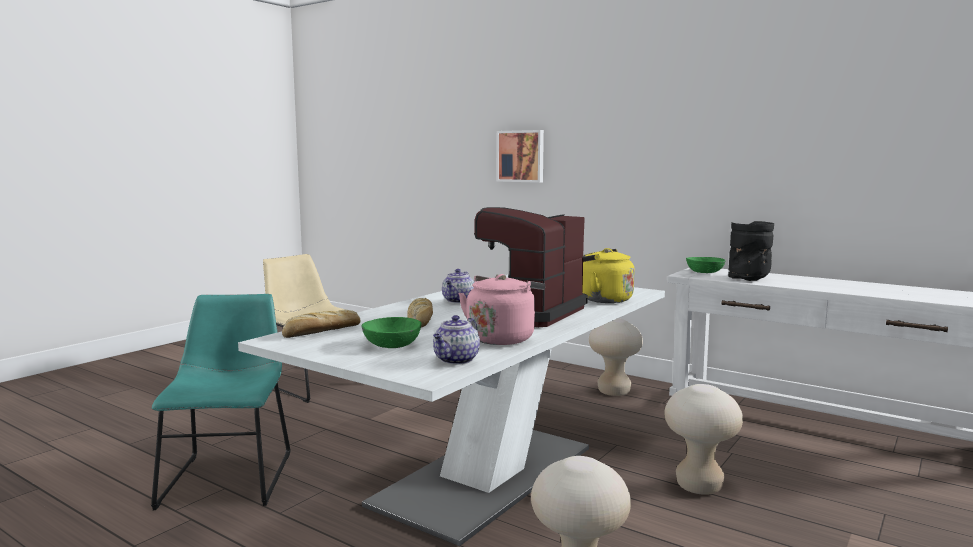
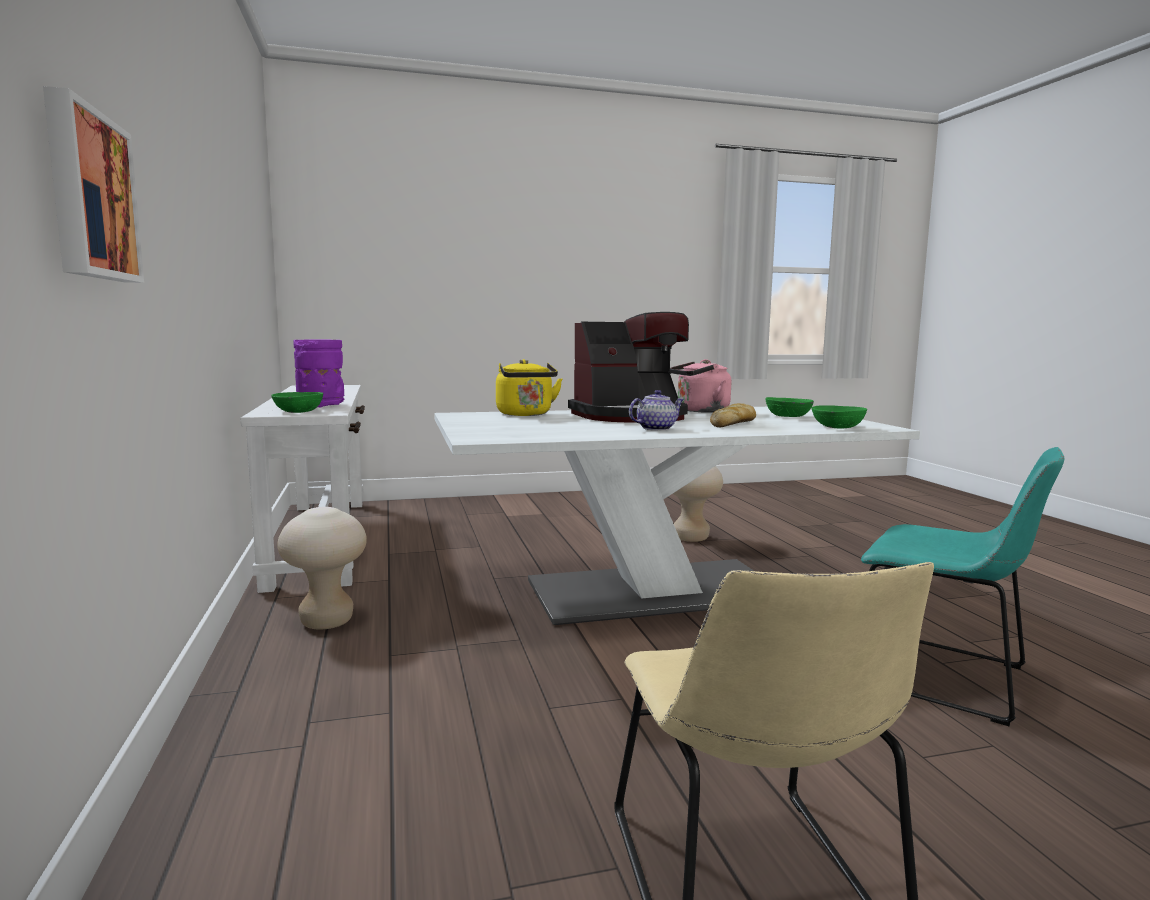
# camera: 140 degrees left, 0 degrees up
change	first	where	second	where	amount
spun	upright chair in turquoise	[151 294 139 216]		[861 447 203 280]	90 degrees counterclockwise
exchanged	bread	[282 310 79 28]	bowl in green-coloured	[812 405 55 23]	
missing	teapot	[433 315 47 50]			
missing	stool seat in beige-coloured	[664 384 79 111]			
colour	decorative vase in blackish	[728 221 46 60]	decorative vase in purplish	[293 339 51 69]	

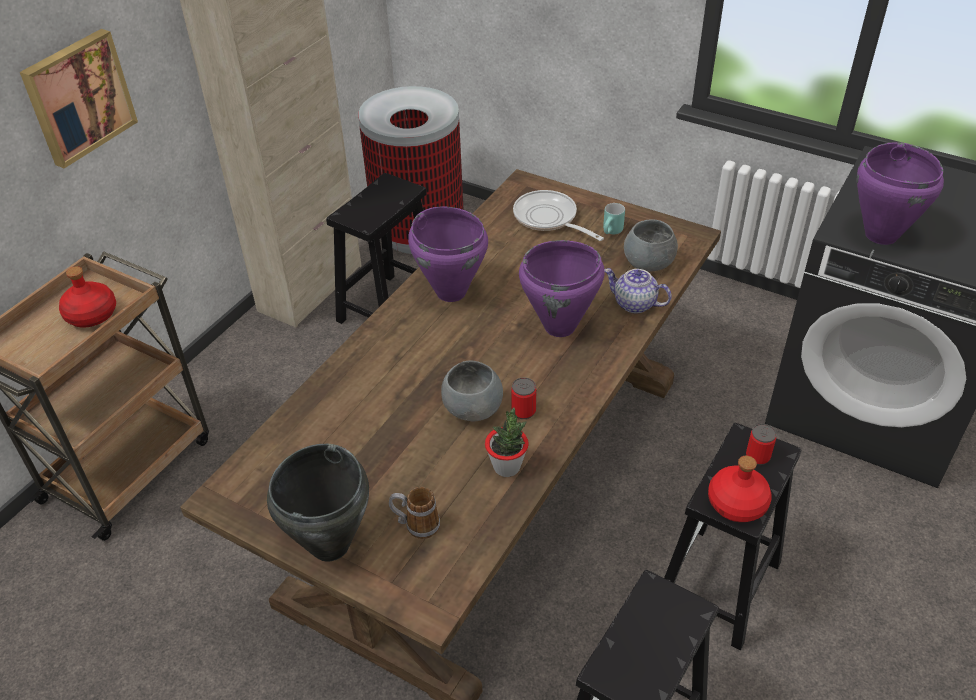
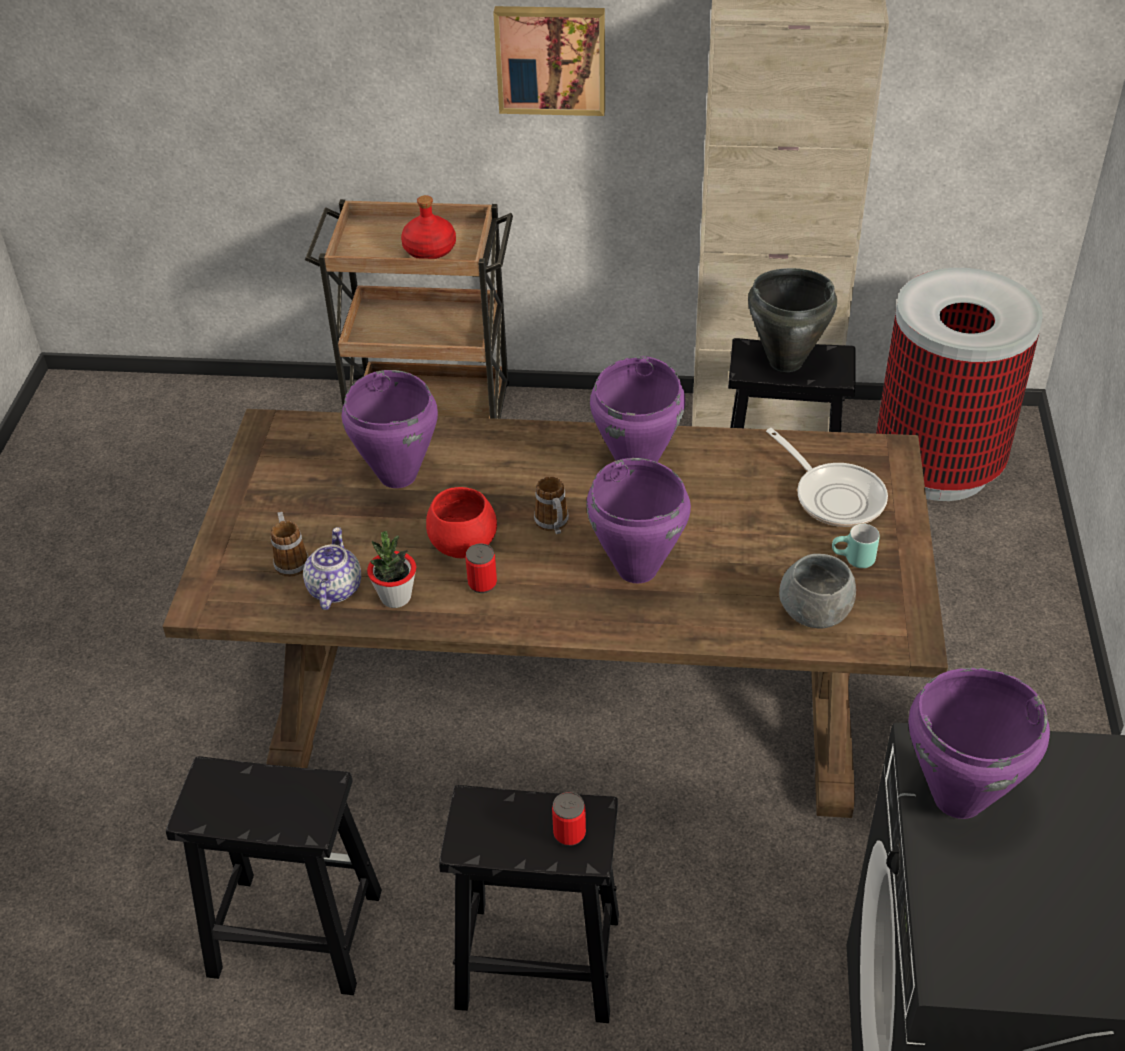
# camera: 65 degrees right, 0 degrees up
change	first	where	second	where	amount
relocated	stockpot in blackish	[267 444 102 117]		[748 268 89 104]	
colour	bowl in grey	[441 361 62 61]	bowl in red	[426 487 71 71]	
spun	pan	[513 190 91 51]		[766 428 122 99]	120 degrees clockwise
relocated	teapot	[604 268 68 45]		[303 527 58 83]	
missing	drink bottle in red	[708 456 64 66]			
appeared			stockpot in purplish	[342 370 96 118]	
appeared			coffee mug	[534 476 35 58]	

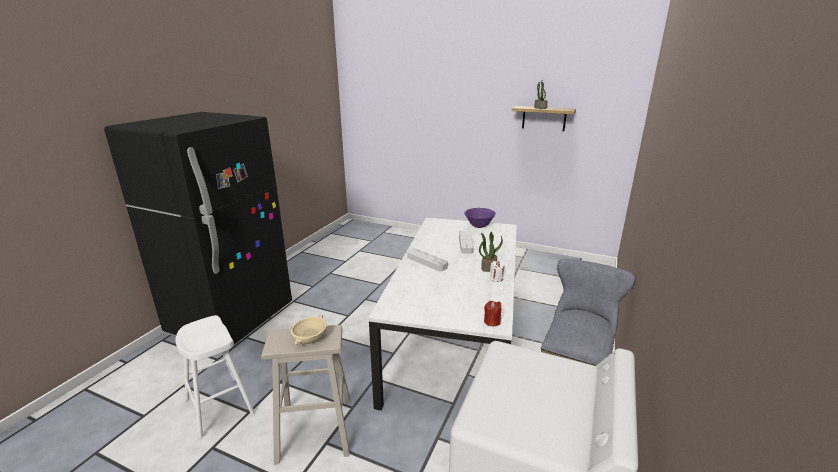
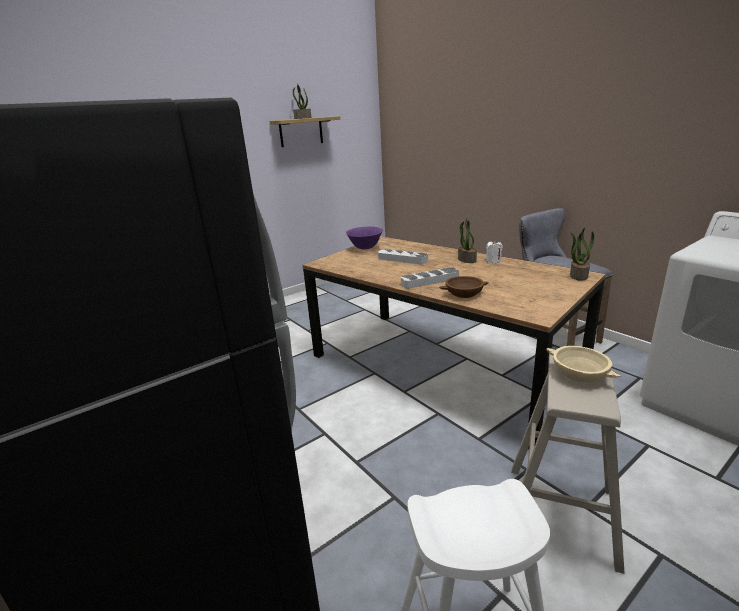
# camera: 60 degrees left, 0 degrees up
change	first	where	second	where	amount
colour	kitchen table in white	[368 217 149 194]	kitchen table in brownish	[302 236 304 213]	
exchanged	candle in red	[484 301 17 25]	potted plant	[570 228 24 53]	
appeared			bowl in brownish	[439 276 50 22]	

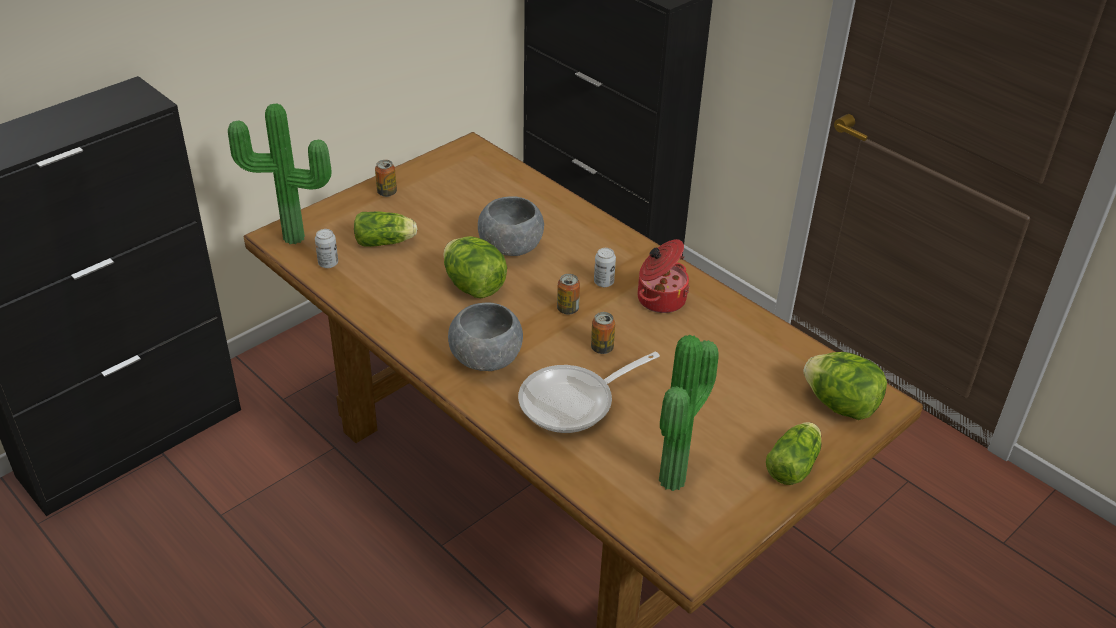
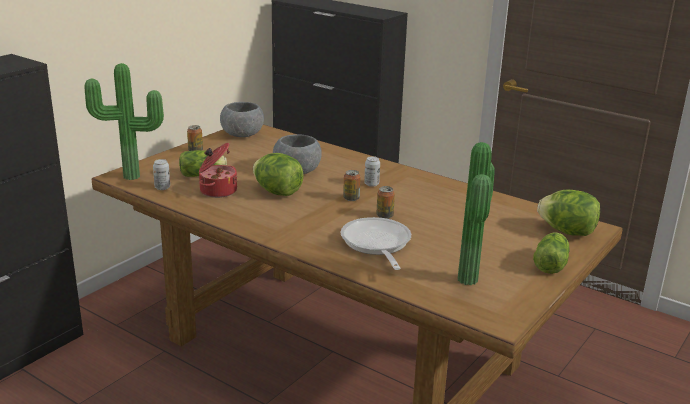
# camera: 10 degrees left, 15 degrees down
change	first	where	second	where	amount
relocated	bowl in grey	[448 303 75 68]		[220 102 44 35]	
spun	pan	[518 352 142 81]		[341 217 70 53]	120 degrees clockwise
relocated	stockpot	[638 239 52 74]		[199 143 38 55]	

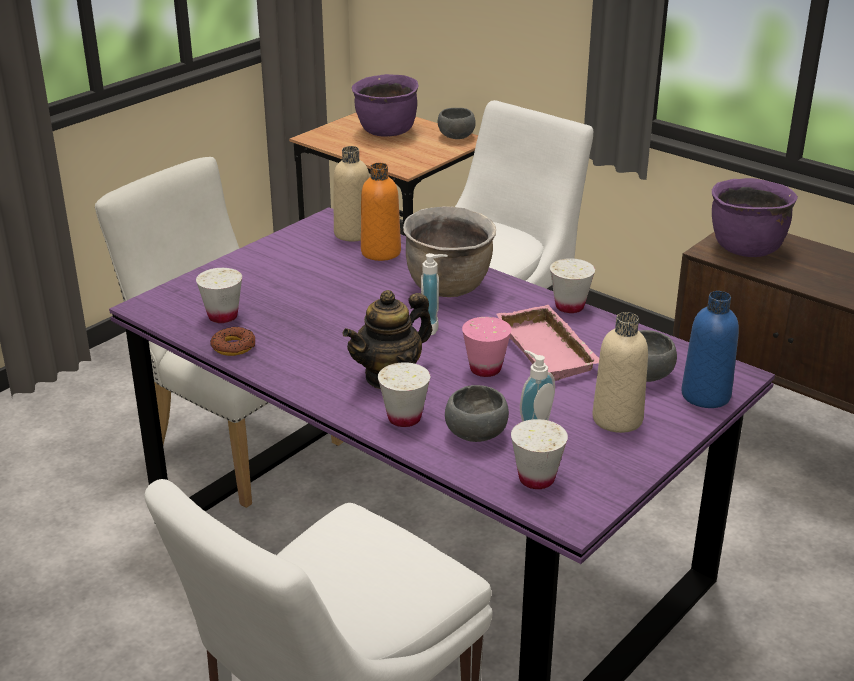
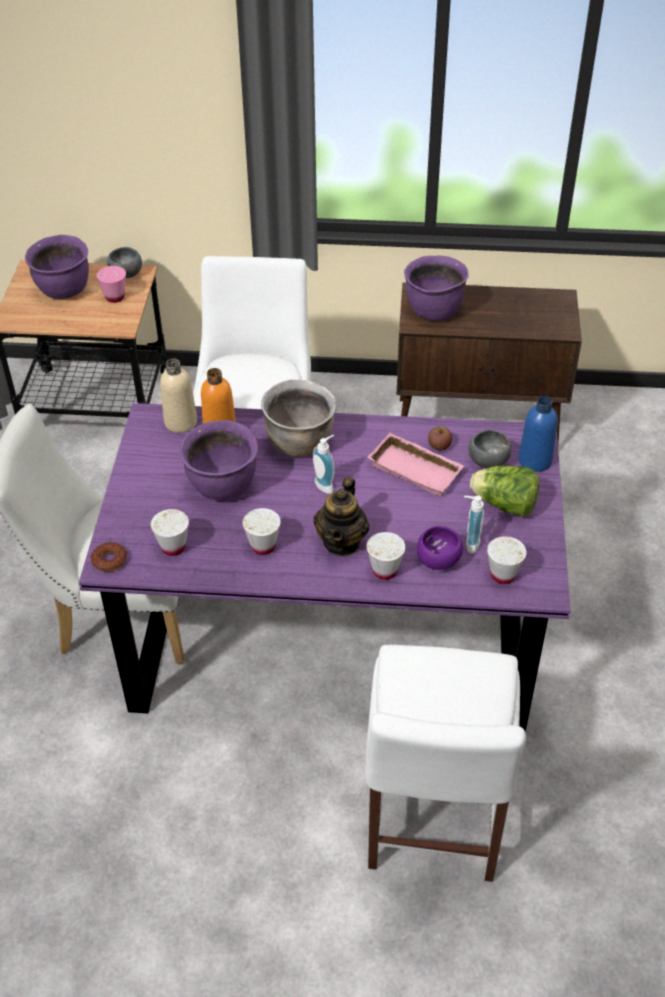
# camera: 35 degrees left, 15 degrees up
change	first	where	second	where	amount
relocated	donut	[210 327 45 29]		[91 542 36 29]	
colour	bowl in grey	[445 385 64 57]	bowl in purplish	[417 526 46 44]	
relocated	drinking cup in pink-coloured	[462 317 50 60]		[96 266 30 37]	
relocated	drinking cup in white	[550 258 45 55]		[242 508 39 47]	
exchanged	drink bottle in beige-coloured	[592 312 56 121]	head of lettuce	[470 465 69 52]	
appeared			stockpot in purplish	[180 420 78 81]	
appeared			apple	[428 426 24 24]	

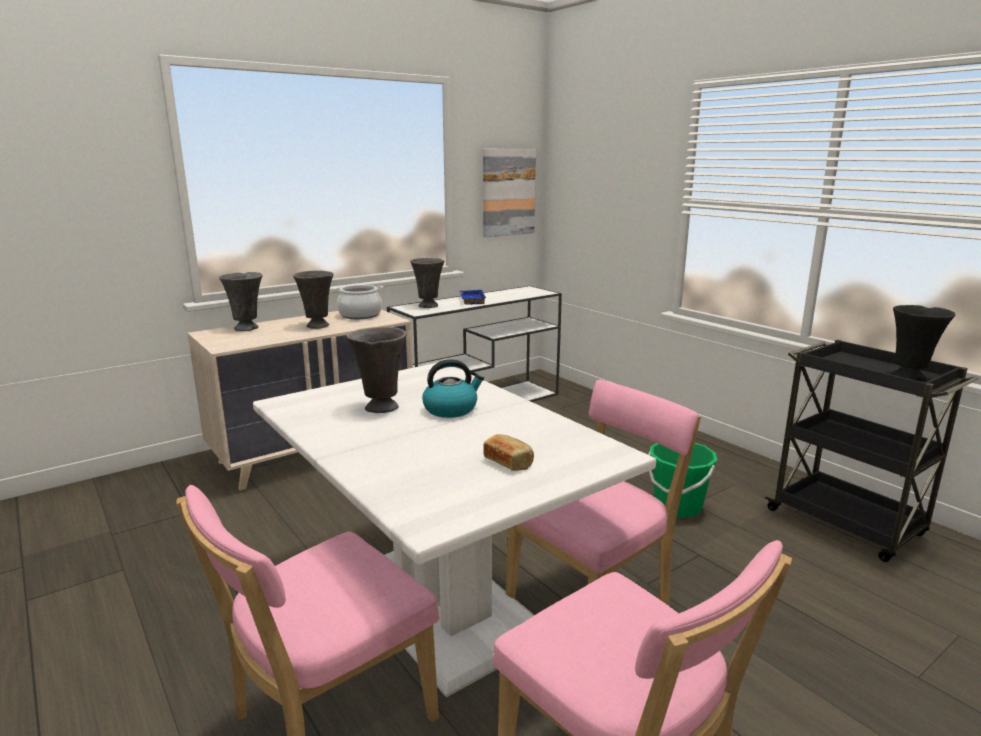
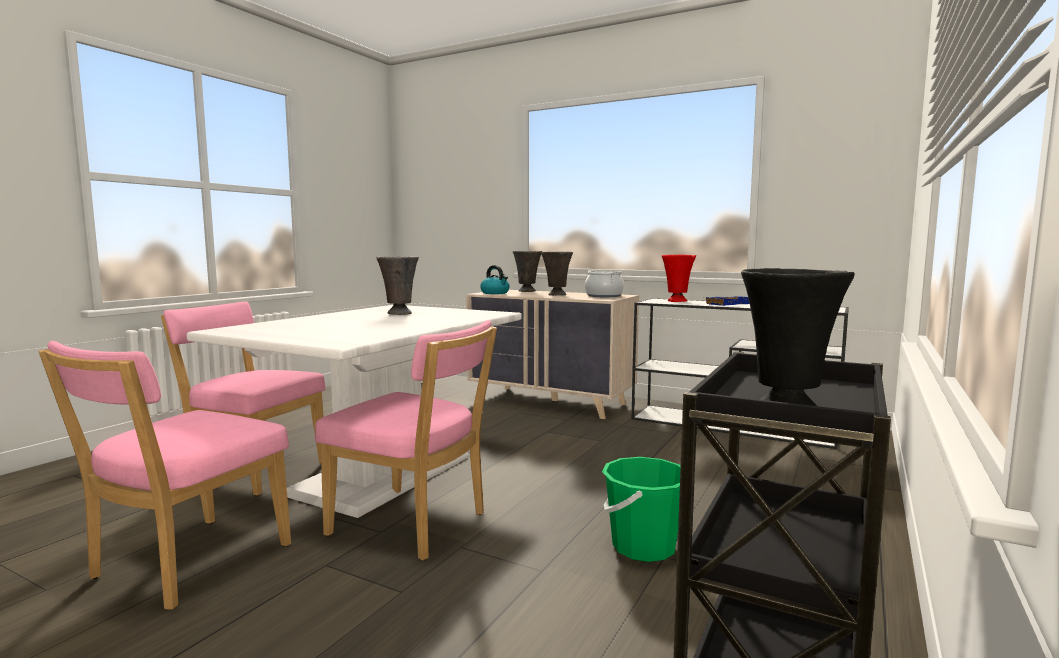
# camera: 65 degrees right, 10 degrees down
change	first	where	second	where	amount
colour	decorative vase in grey	[410 258 34 50]	decorative vase in red	[662 255 34 47]	
relocated	water kettle	[422 359 62 59]		[480 265 29 29]	
missing	picture	[483 149 53 88]			
missing	bread	[483 434 51 37]			

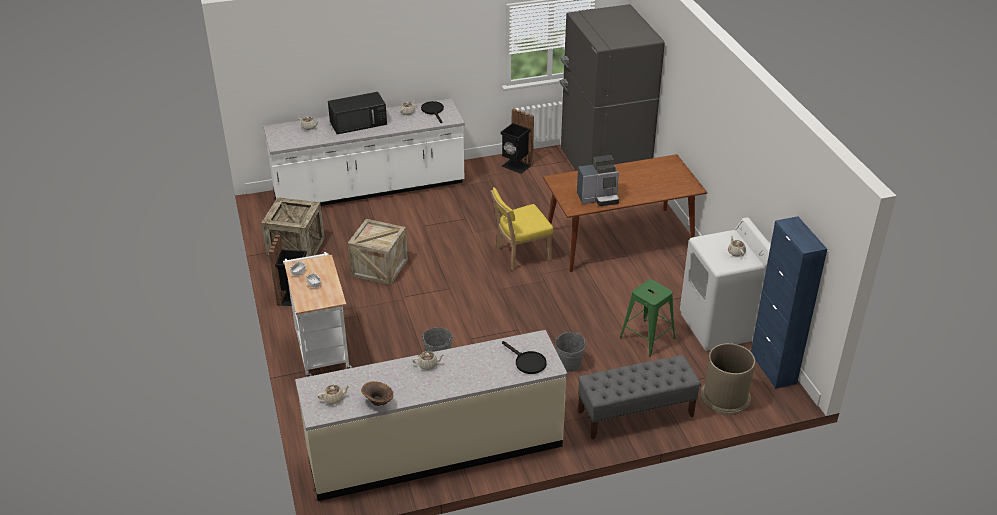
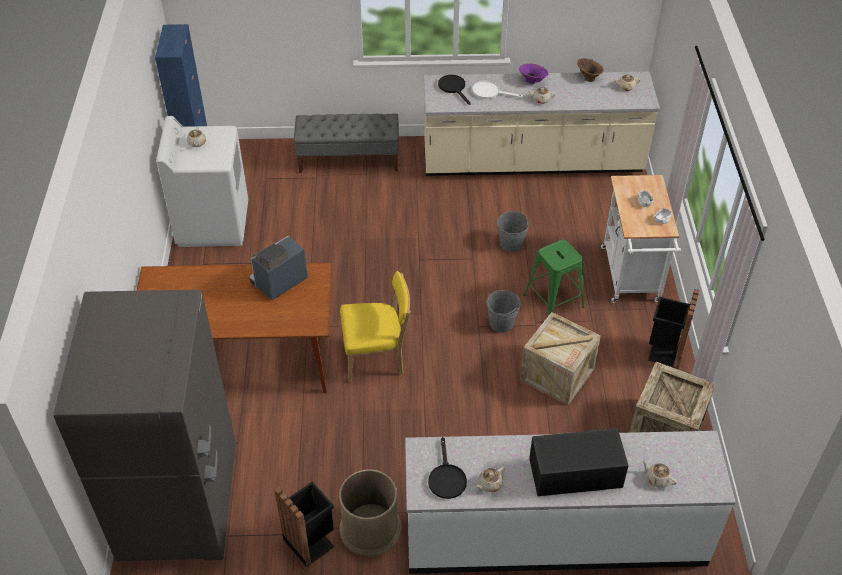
# camera: 165 degrees left, 10 degrees up
change	first	where	second	where	amount
relocated	pail in grey	[555 332 31 40]		[486 290 35 43]	
spun	coffee maker	[577 155 42 51]		[249 235 59 66]	45 degrees counterclockwise
relocated	stool seat in green-coloured	[620 279 55 78]		[524 239 61 78]	
relocated	rubbish bin in brownish	[700 343 55 72]		[339 469 63 87]	
appeared			pan in white	[472 80 51 19]	
appeared			decorative vase in purplish	[519 63 29 21]	

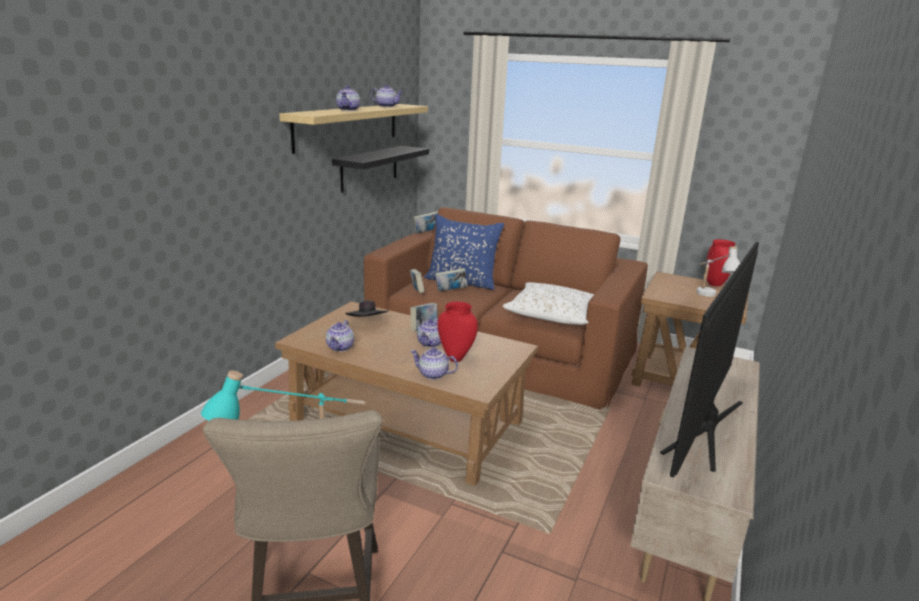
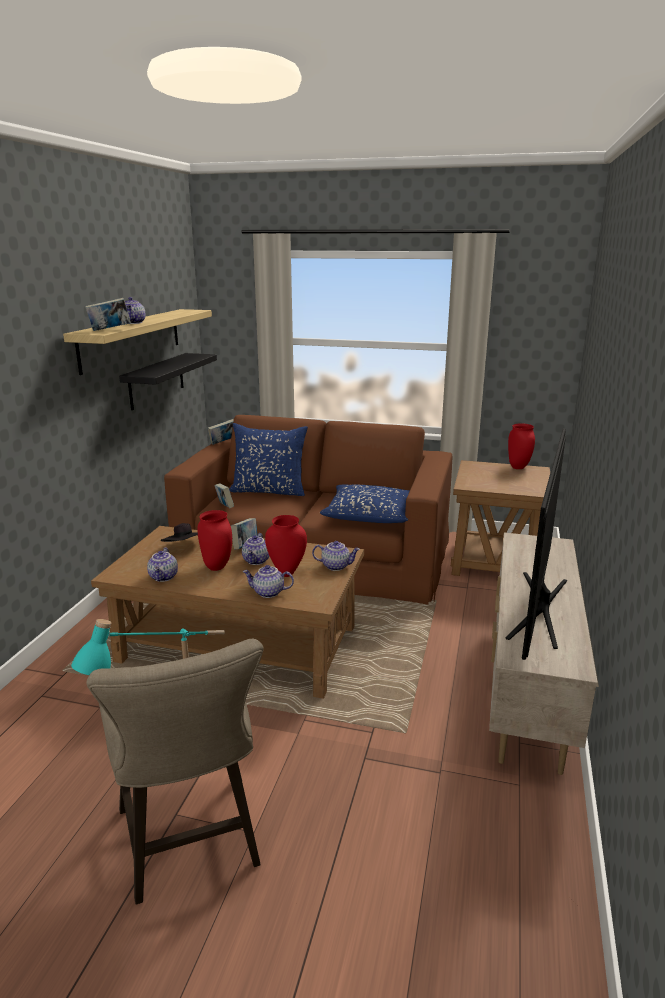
# camera: 10 degrees left, 0 degrees up
change	first	where	second	where	amount
relocated	teapot	[370 84 33 23]		[312 541 48 30]	
relocated	volume	[435 268 33 23]		[85 298 46 33]	
colour	throw pillow in white	[503 282 91 43]	throw pillow in blue-coloured	[320 485 90 38]	
missing	table lamp in white	[696 246 44 51]			
appeared			decorative vase in red	[197 510 35 61]	

